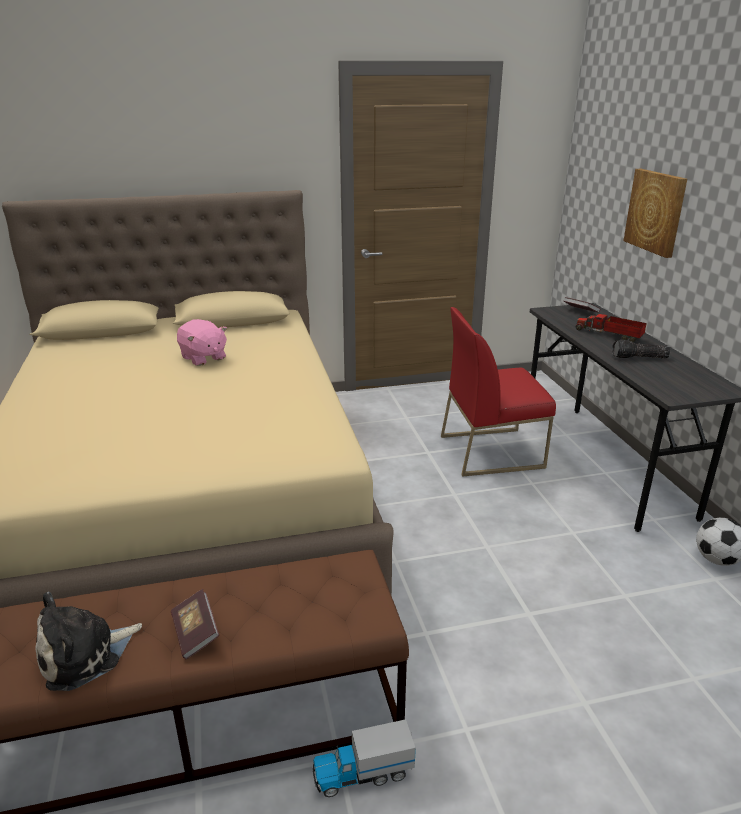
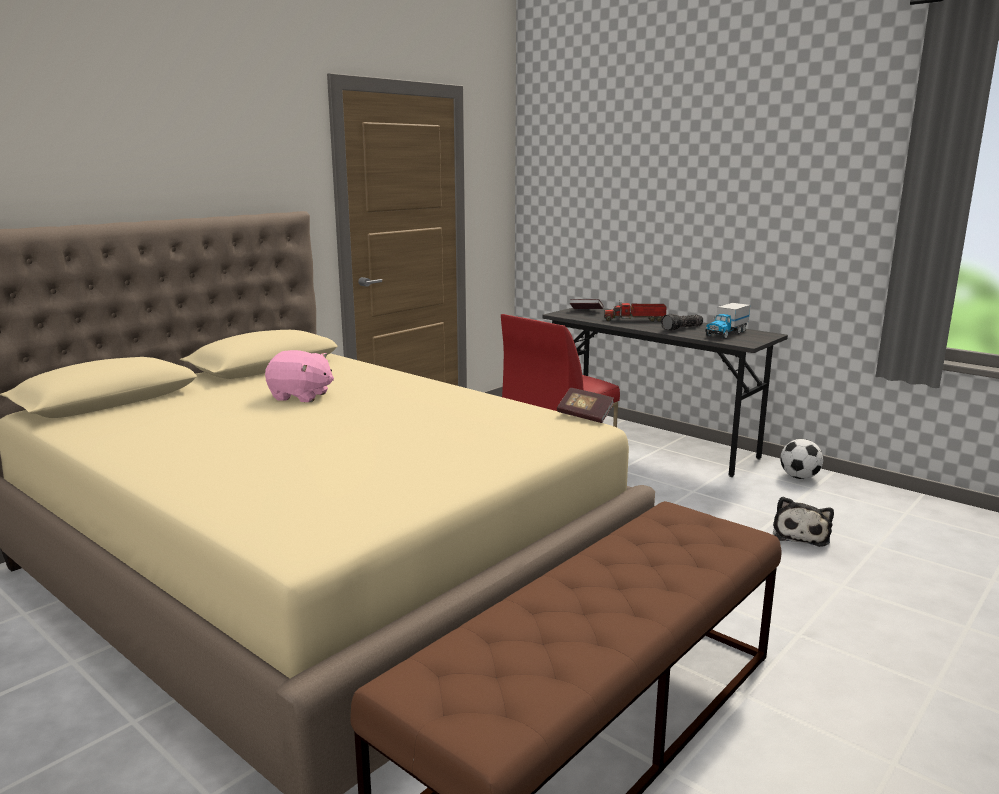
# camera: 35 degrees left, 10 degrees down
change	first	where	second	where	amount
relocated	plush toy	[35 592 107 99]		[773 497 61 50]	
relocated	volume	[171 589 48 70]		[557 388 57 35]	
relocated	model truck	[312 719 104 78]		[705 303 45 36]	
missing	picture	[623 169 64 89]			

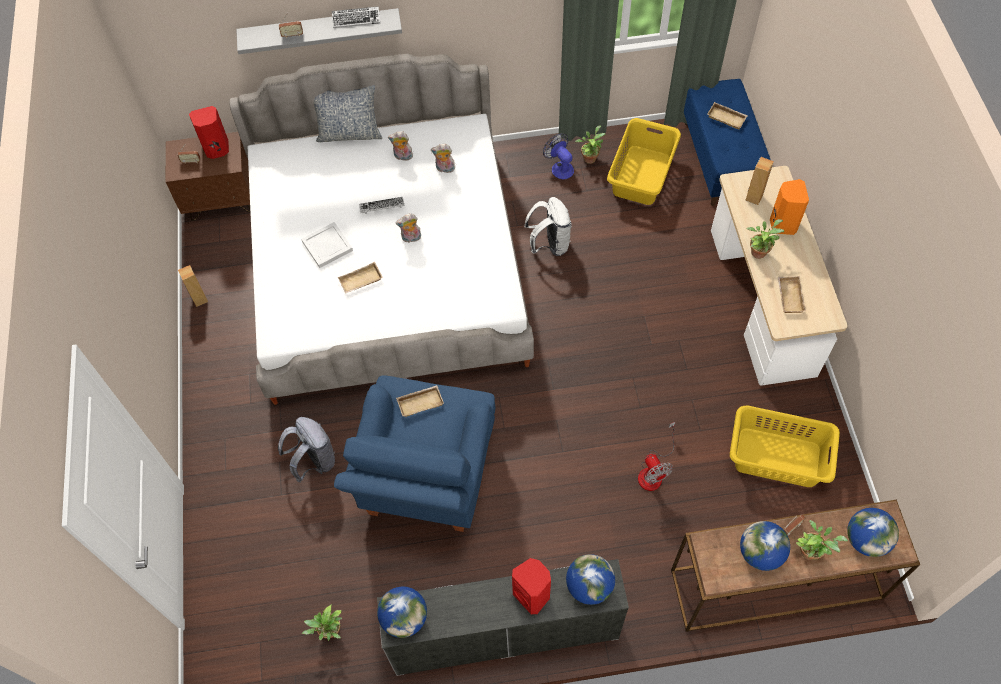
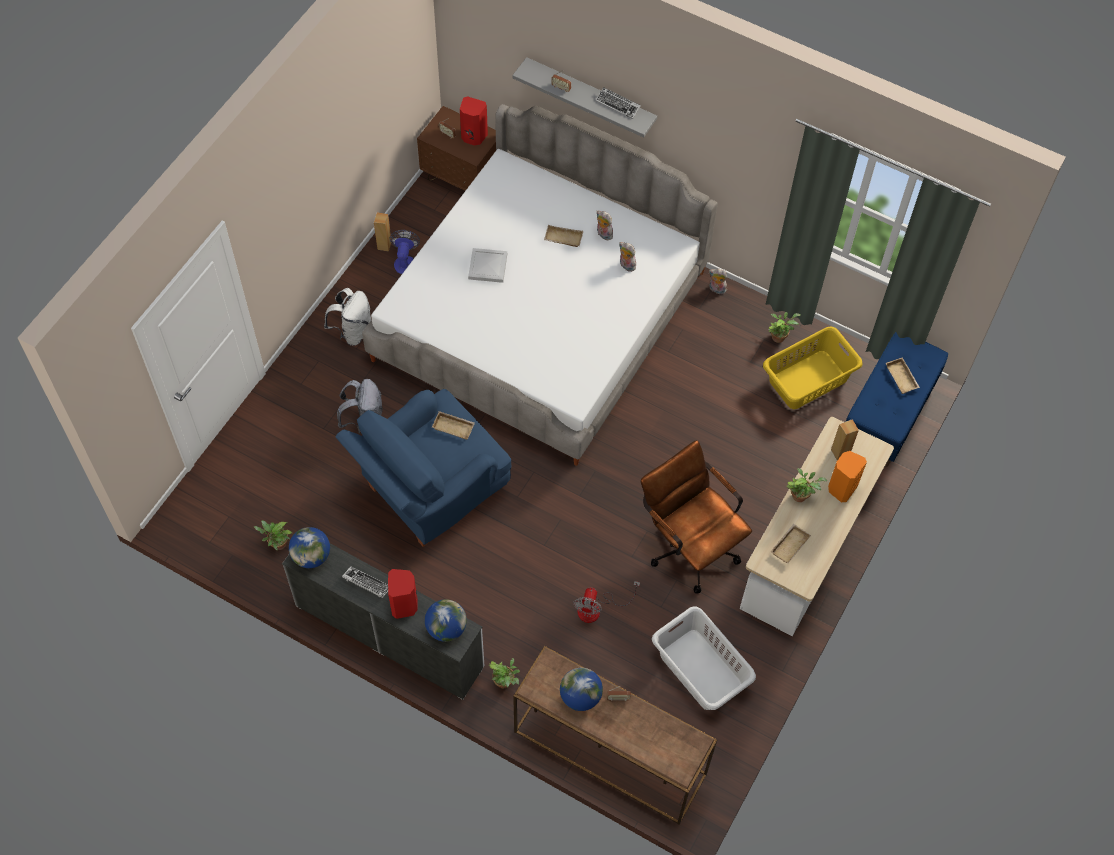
# camera: 35 degrees right, 0 degrees up
change	first	where	second	where	amount
missing	throw pillow	[314 85 68 57]			
relocated	carrying tray in beige-coloured	[338 262 45 32]		[544 225 39 22]	
relocated	PC keyboard	[359 197 46 17]		[342 567 46 31]	
relocated	plush toy	[396 213 25 30]		[709 269 18 25]	
relocated	rucksack in white	[524 197 48 59]		[324 288 48 58]	
relocated	cooling fan	[543 134 31 46]		[390 230 30 44]	
colour	laundry basket in yellow-coloured	[730 405 110 82]	laundry basket in white	[652 606 104 104]	
relocated	potted plant	[796 520 52 40]		[488 658 32 30]	
missing	world globe	[847 508 52 49]			
appeared			computer chair in brownish	[641 440 111 154]	

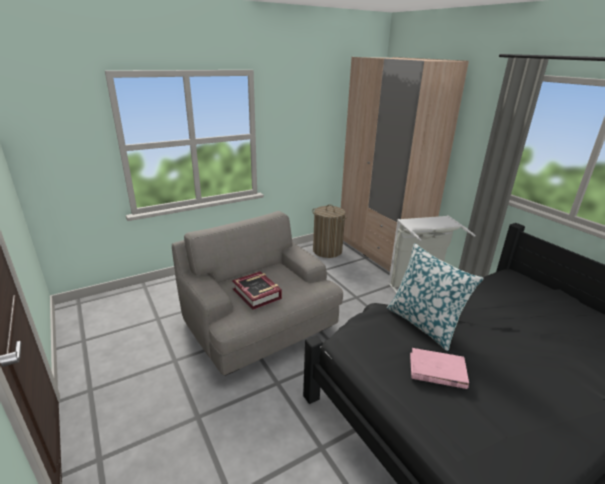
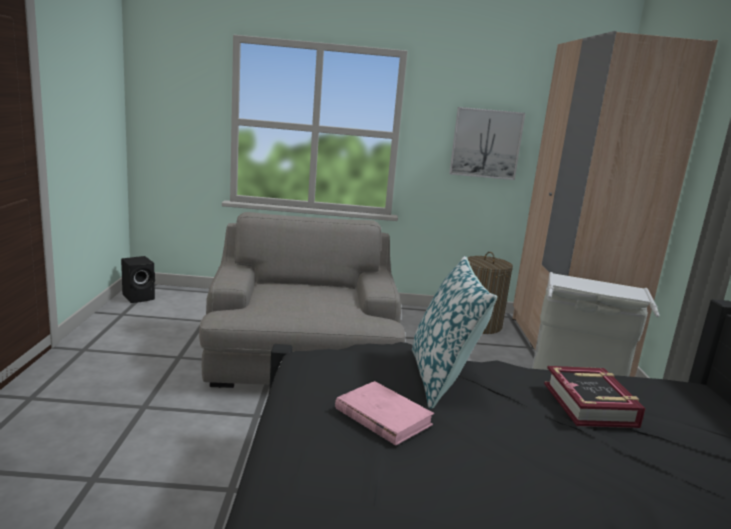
# camera: 30 degrees right, 10 degrees down
change	first	where	second	where	amount
relocated	volume	[232 271 50 39]		[544 366 102 62]	
appeared			speaker in blackish	[121 256 34 47]	
appeared			picture	[449 107 76 73]	

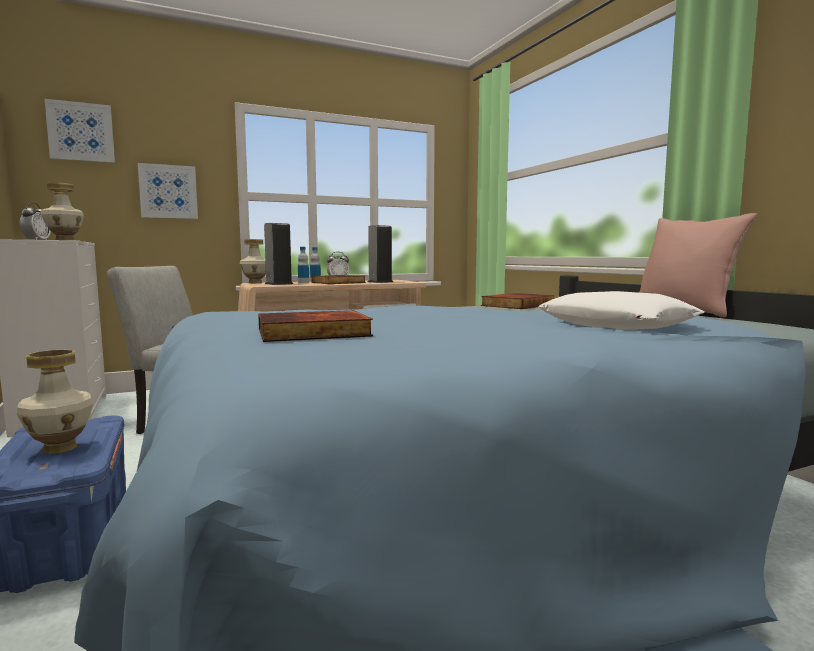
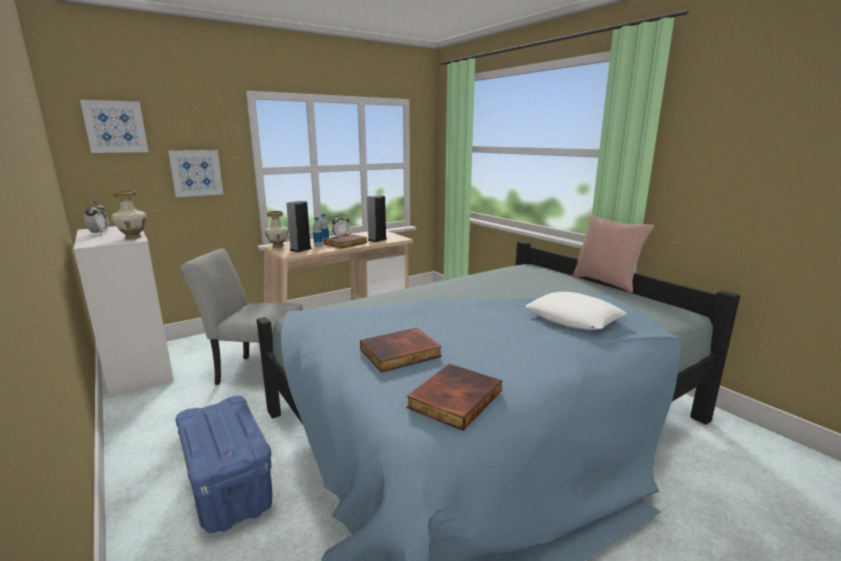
# camera: 10 degrees left, 10 degrees up
change	first	where	second	where	amount
missing	decorative vase	[17 349 76 105]			
relocated	volume	[481 293 73 16]		[406 364 96 67]	

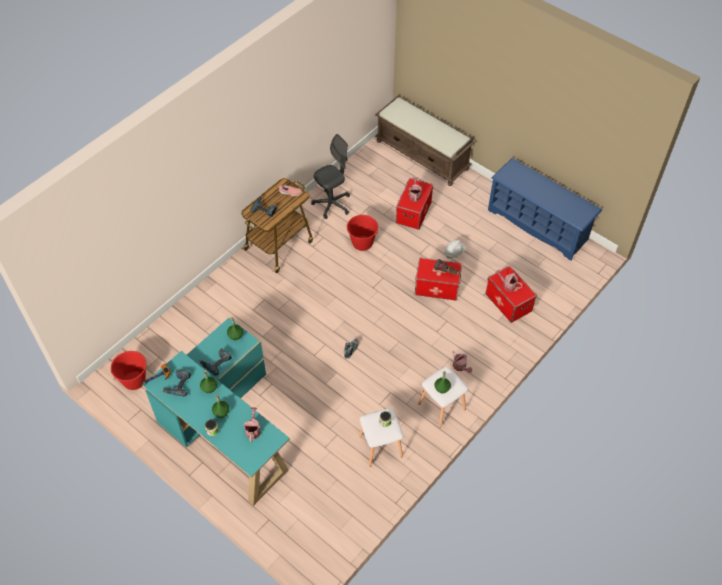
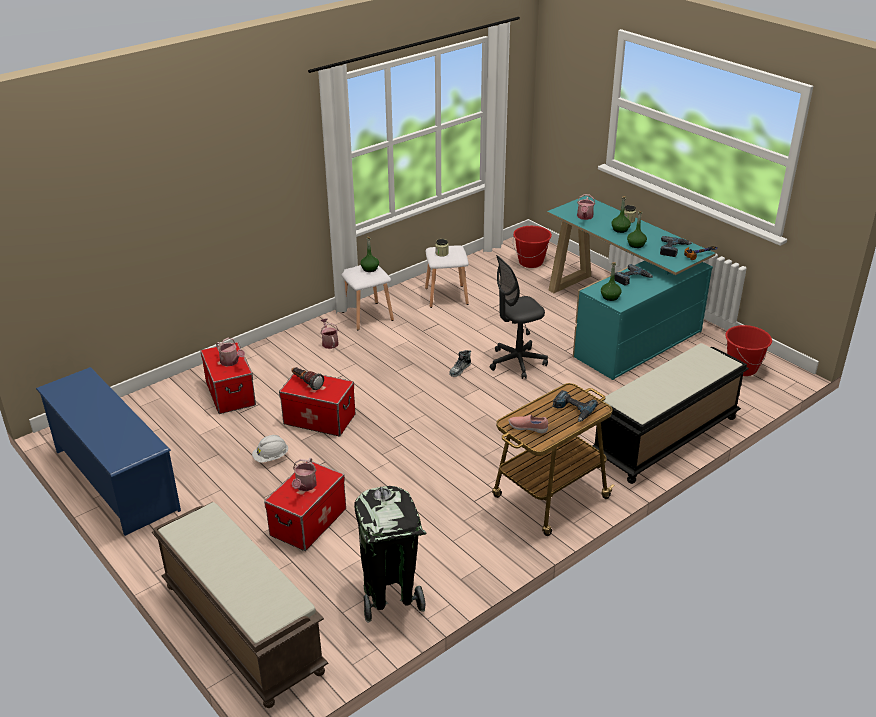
# camera: 170 degrees left, 20 degrees down
change	first	where	second	where	amount
relocated	computer chair in grey	[311 134 39 85]		[490 255 58 124]	
relocated	pail in red	[347 215 32 36]		[513 226 39 42]	
appeared			rubbish bin in blackish	[354 486 72 137]	
appeared			bench in blackish	[592 343 157 141]	

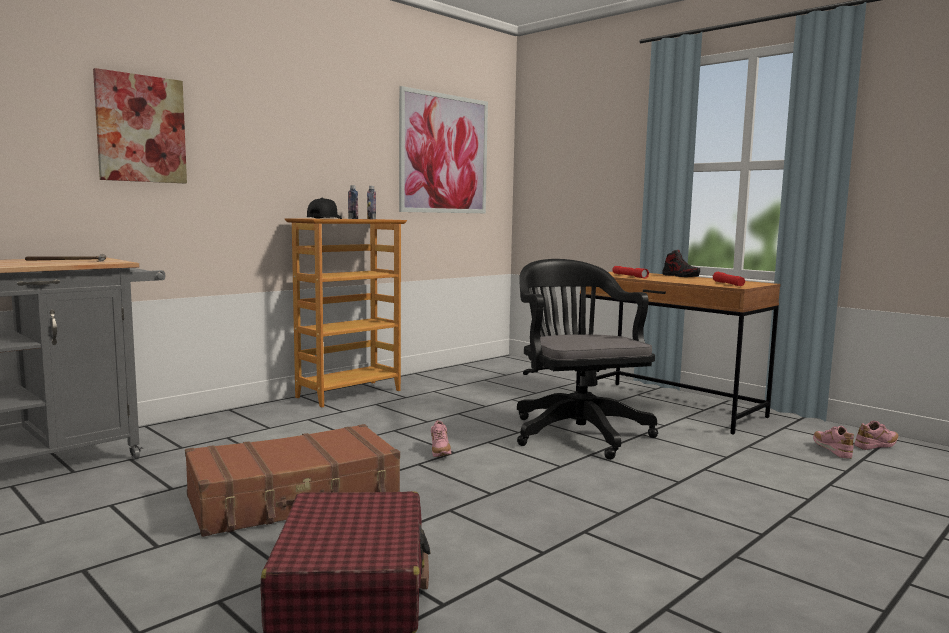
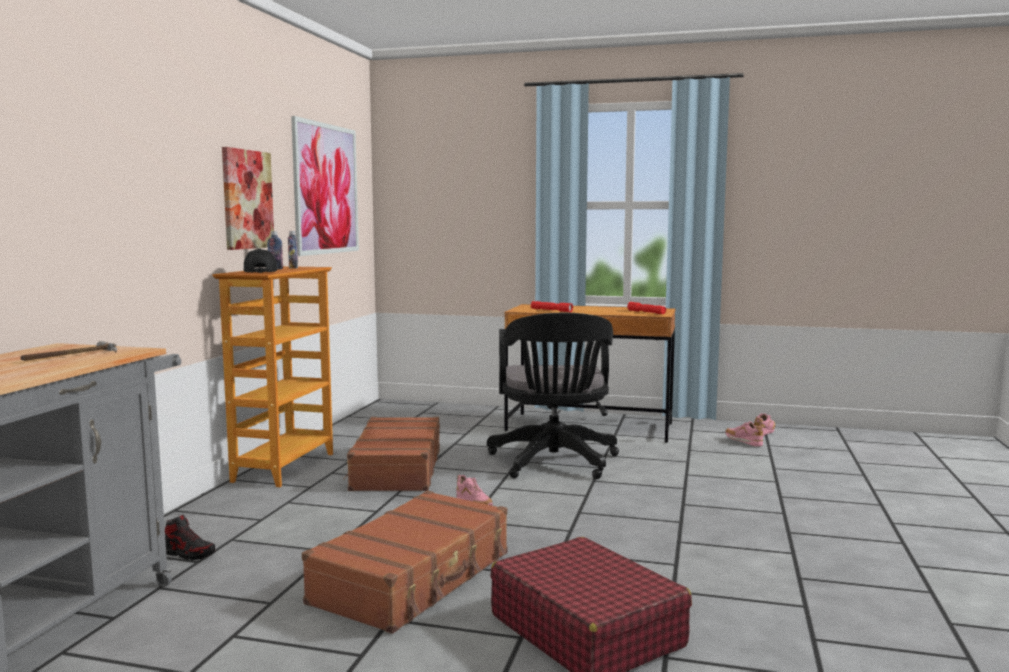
# camera: 30 degrees left, 0 degrees up
change	first	where	second	where	amount
relocated	picture	[93 68 94 115]		[222 147 52 103]	
spun	computer chair in blackish	[517 259 141 201]		[487 313 132 166]	135 degrees counterclockwise
relocated	item of footwear	[662 250 38 27]		[165 515 50 45]	
appeared			suitcase in brownish	[343 417 97 74]	

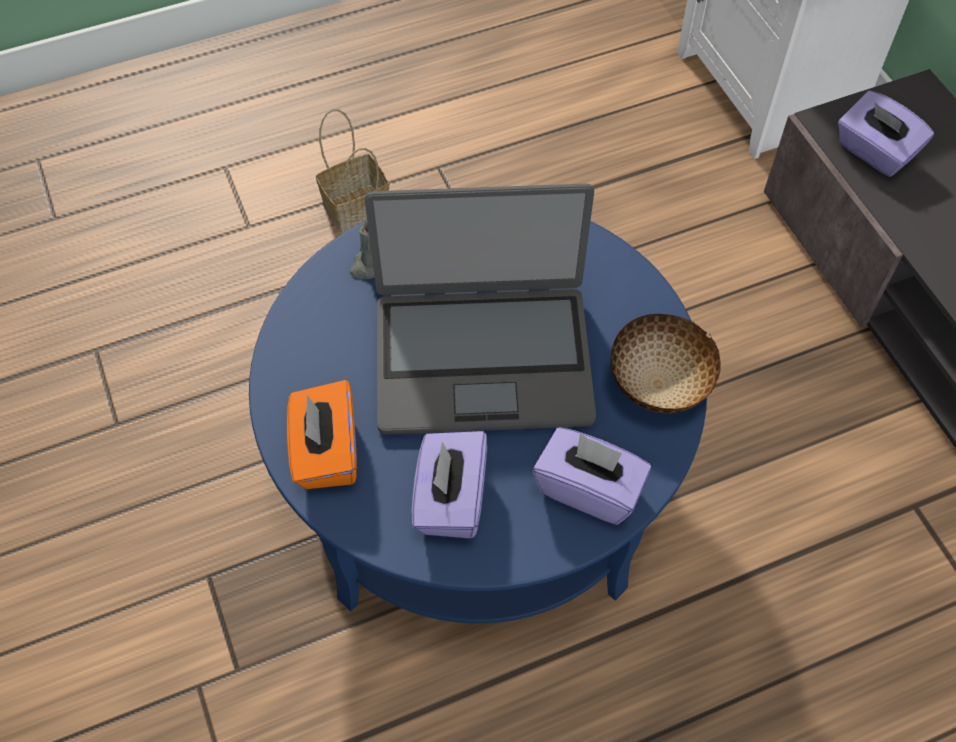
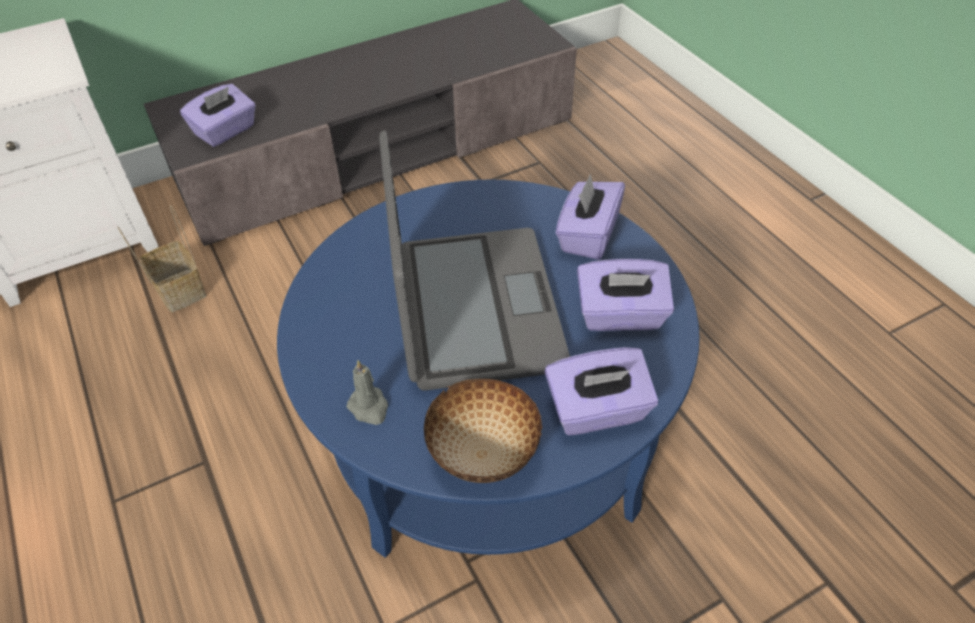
# camera: 95 degrees left, 10 degrees down
change	first	where	second	where	amount
colour	box of tissues in orange-coloured	[287 380 70 109]	box of tissues in purplish	[545 347 113 88]	
relocated	storage basket	[316 109 73 124]		[117 205 89 107]	
relocated	bowl	[611 314 110 99]		[424 379 118 104]	

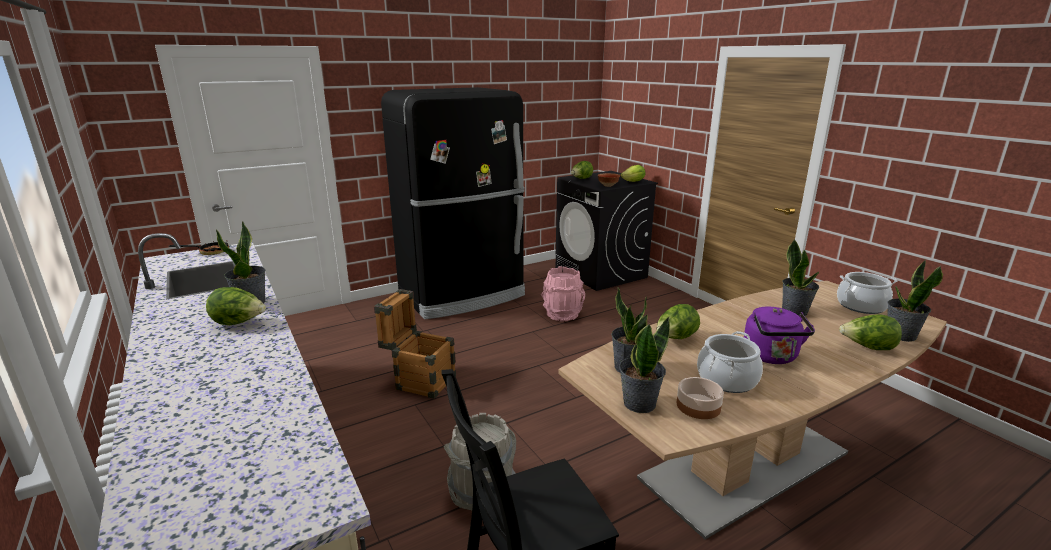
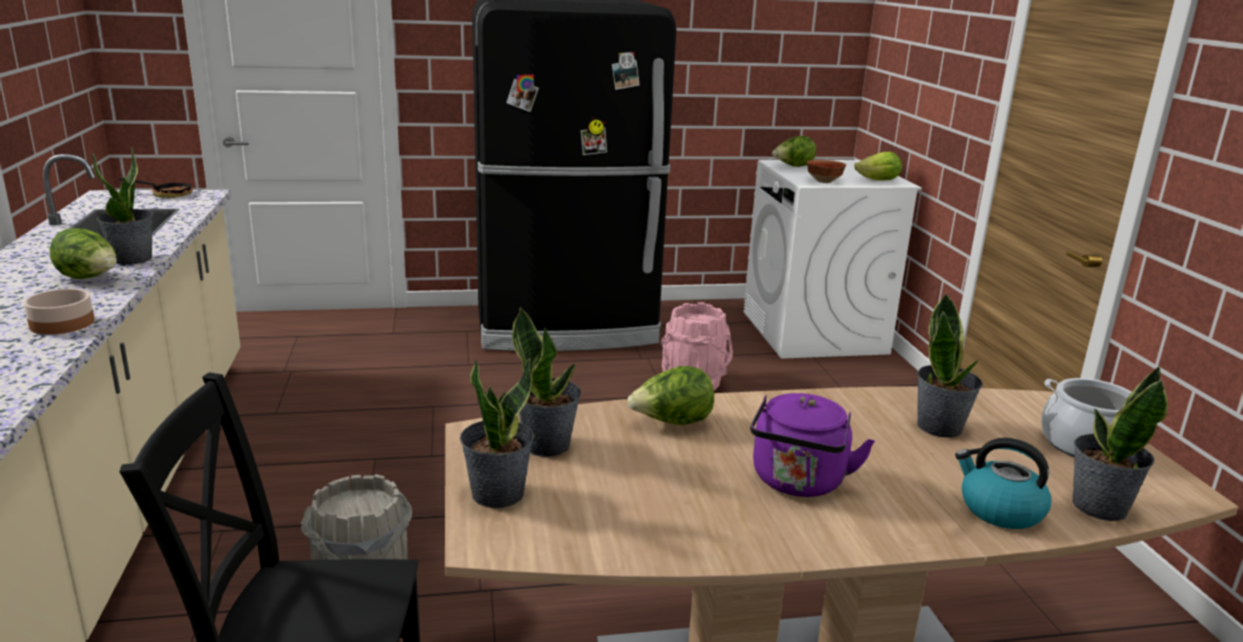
# camera: 20 degrees right, 0 degrees up
change	first	where	second	where	amount
missing	packing crate	[374 289 82 110]			
colour	washing machine in blackish	[555 171 103 120]	washing machine in white	[743 160 179 199]	
relocated	bowl	[677 377 47 42]		[23 288 72 47]	
missing	stockpot	[697 331 66 62]			
exchanged	head of lettuce	[839 314 63 36]	water kettle	[955 438 96 91]	

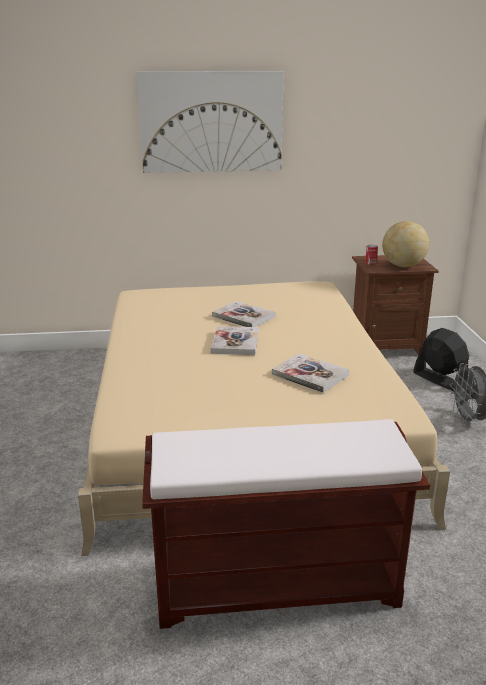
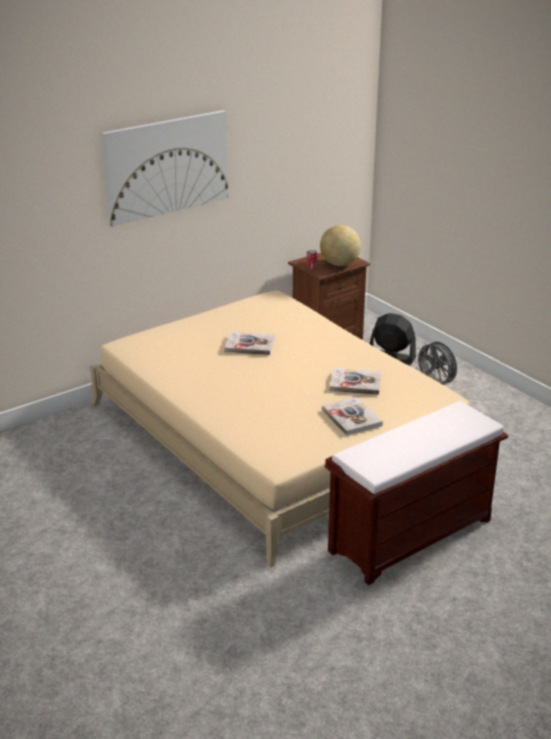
# camera: 30 degrees left, 5 degrees up
change	first	where	second	where	amount
relocated	volume	[210 326 49 29]		[322 397 61 38]	

